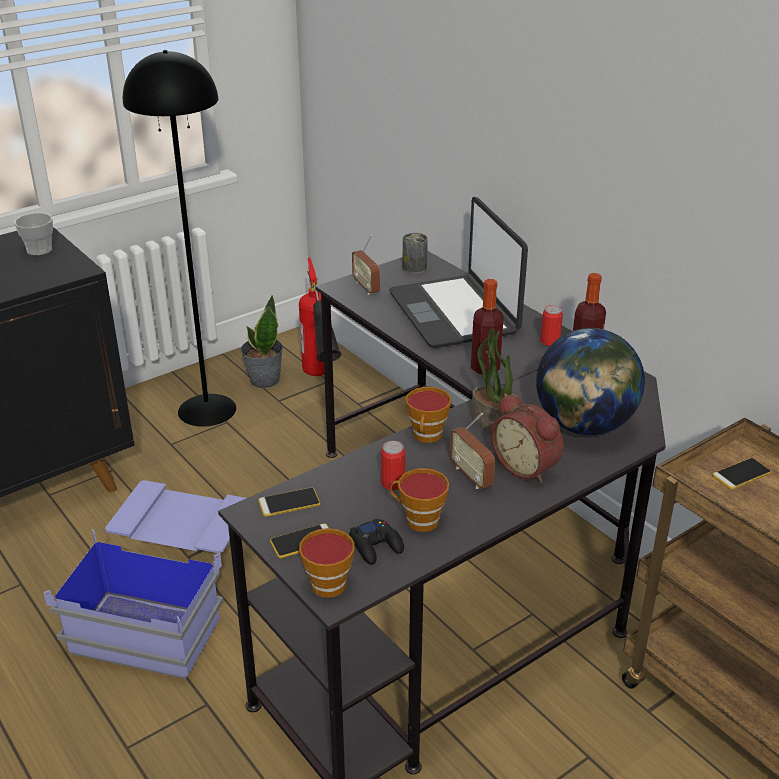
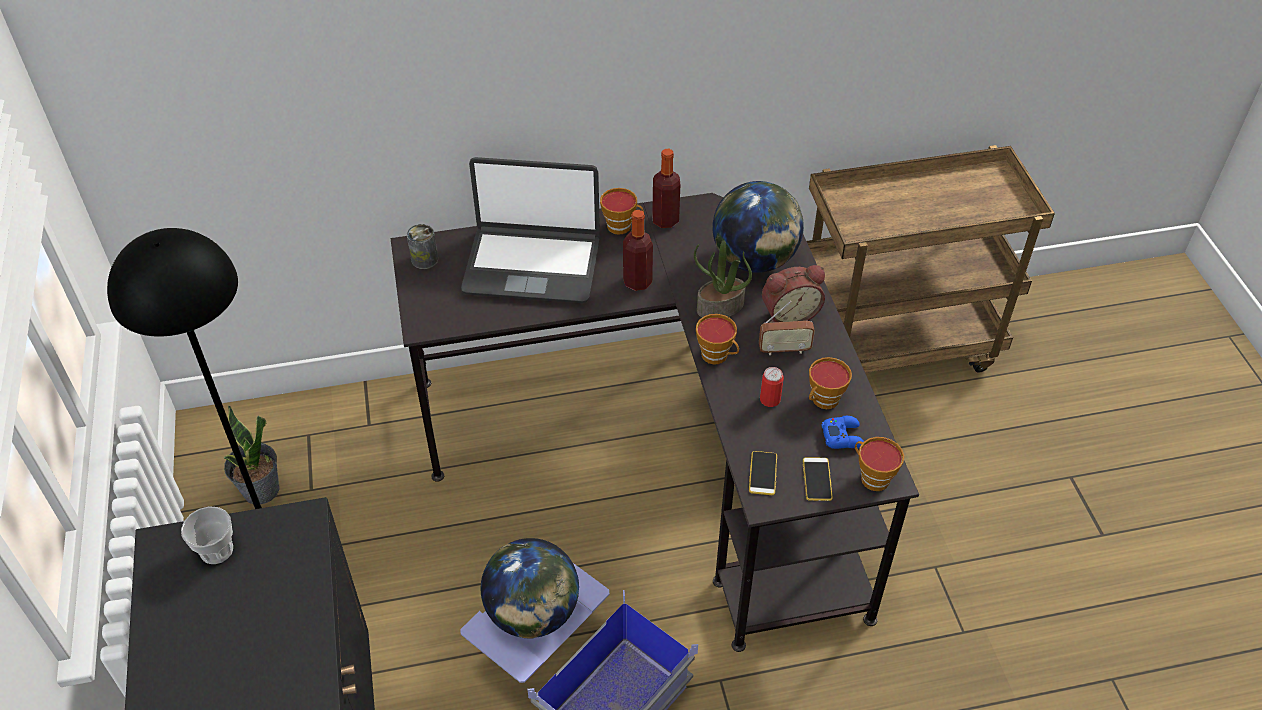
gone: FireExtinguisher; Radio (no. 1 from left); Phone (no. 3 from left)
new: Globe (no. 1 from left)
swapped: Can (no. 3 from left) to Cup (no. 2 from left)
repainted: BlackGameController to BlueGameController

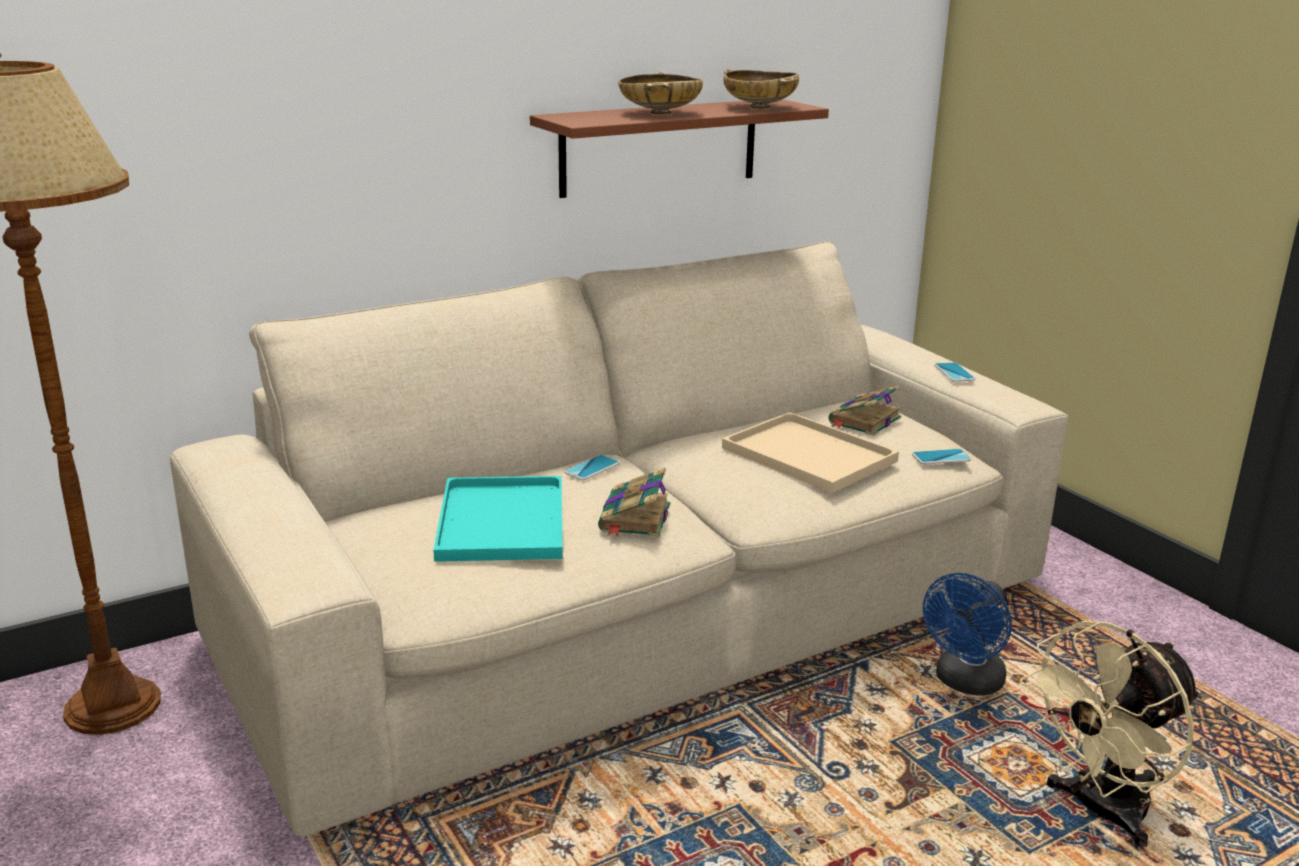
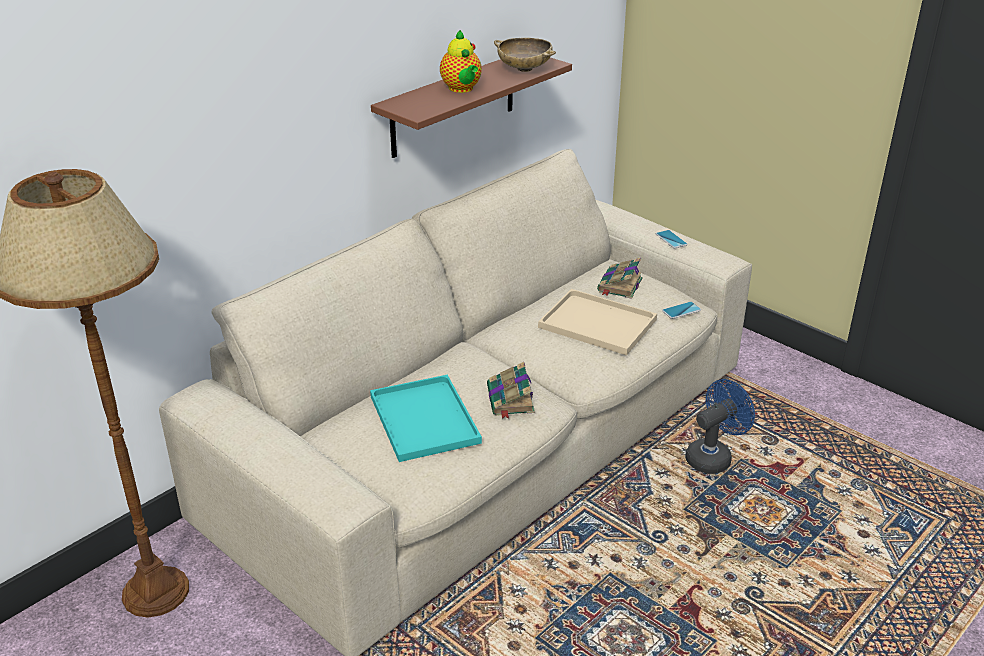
gone: Phone (no. 1 from left); BeigeFan
swapped: BeigeBowl (no. 1 from left) to Teapot
rotated: BlueFan 150 degrees counterclockwise

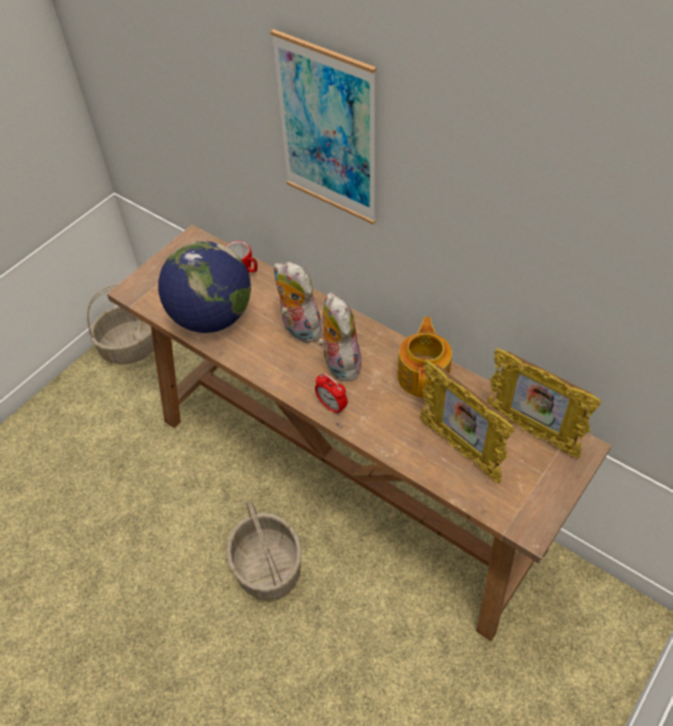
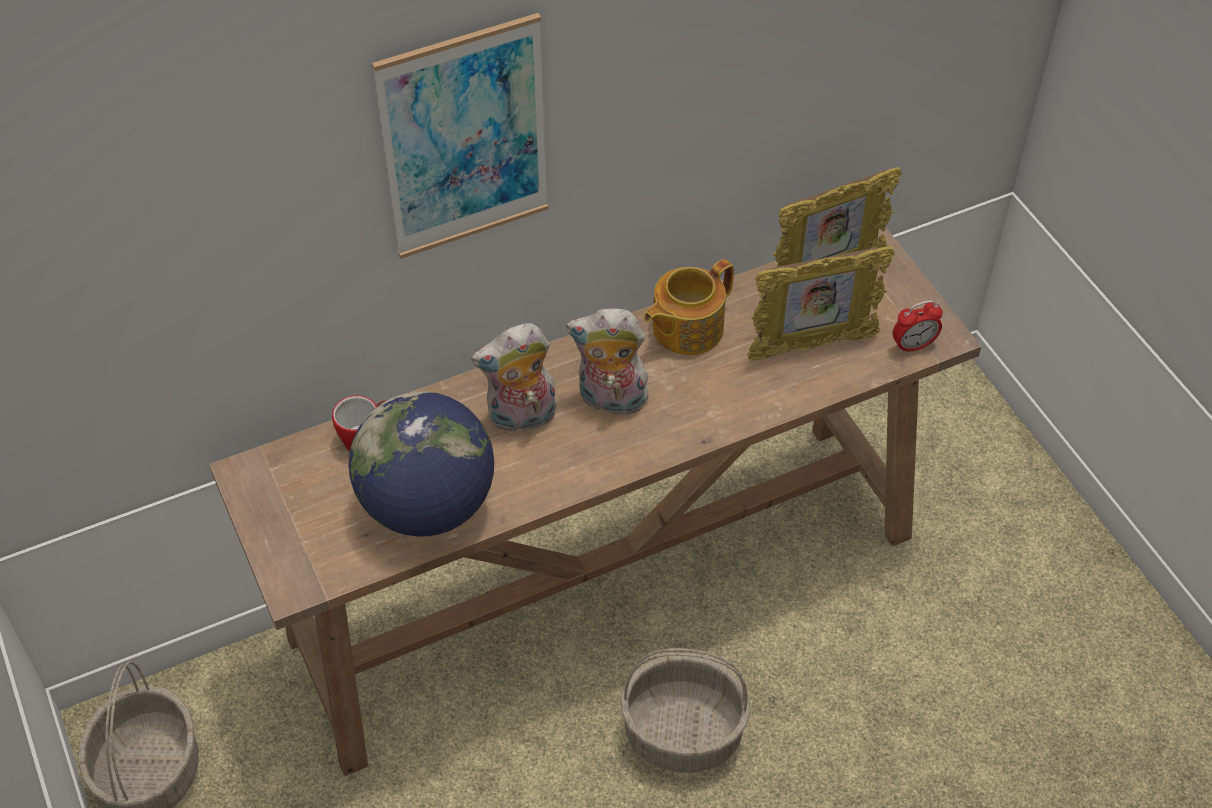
shifted: AlarmClock
rotated: Teapot 75 degrees counterclockwise

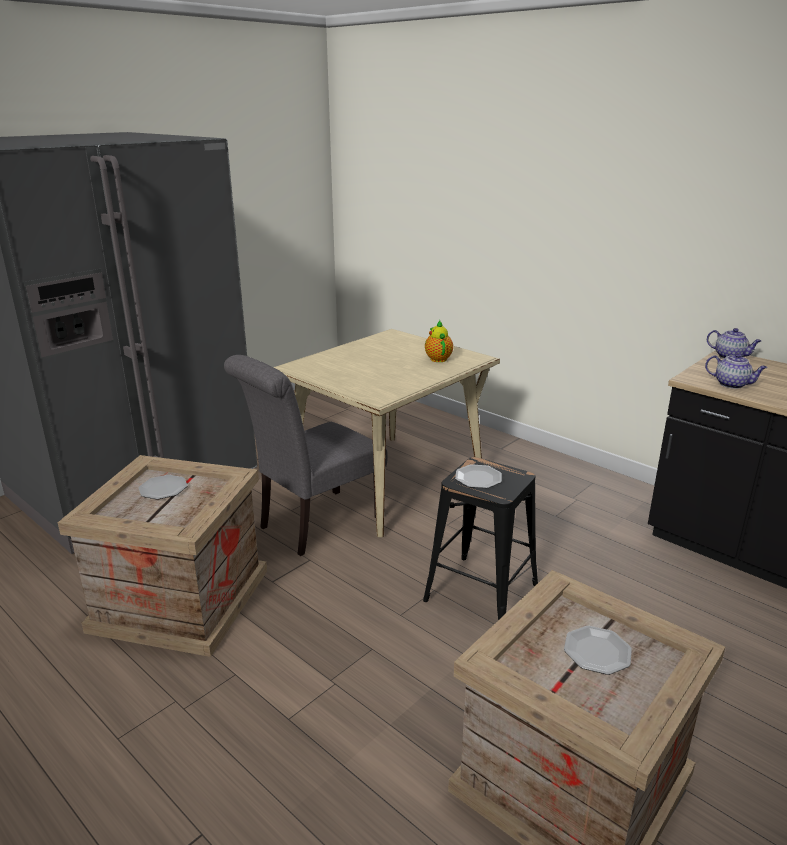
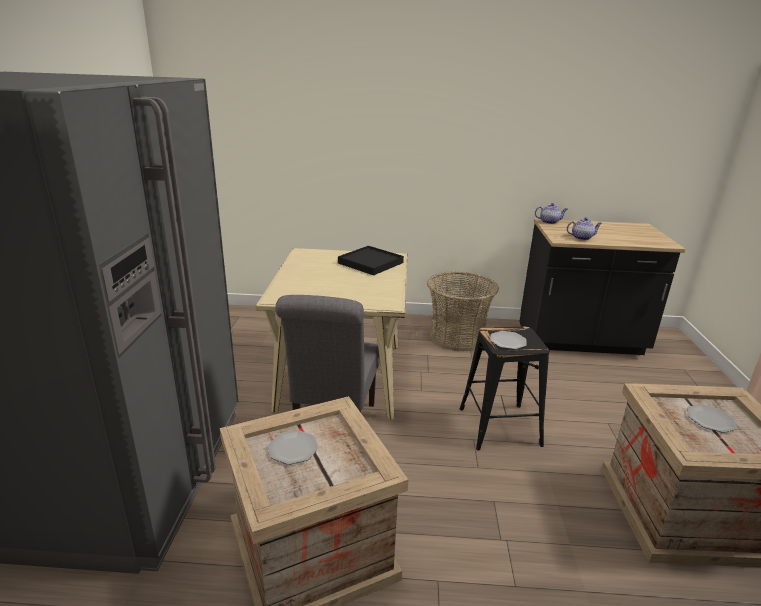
new: Basket
swapped: Teapot (no. 1 from left) to BlackTray

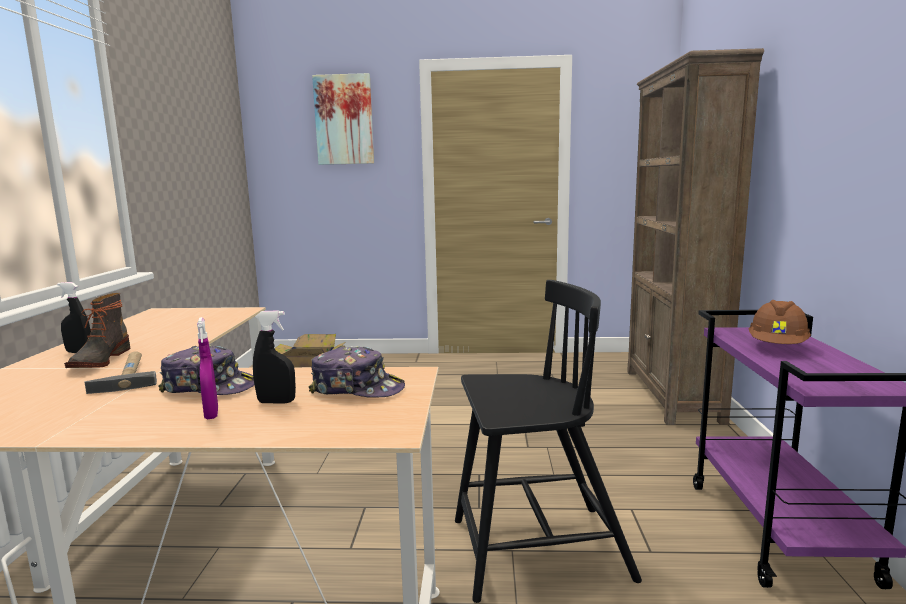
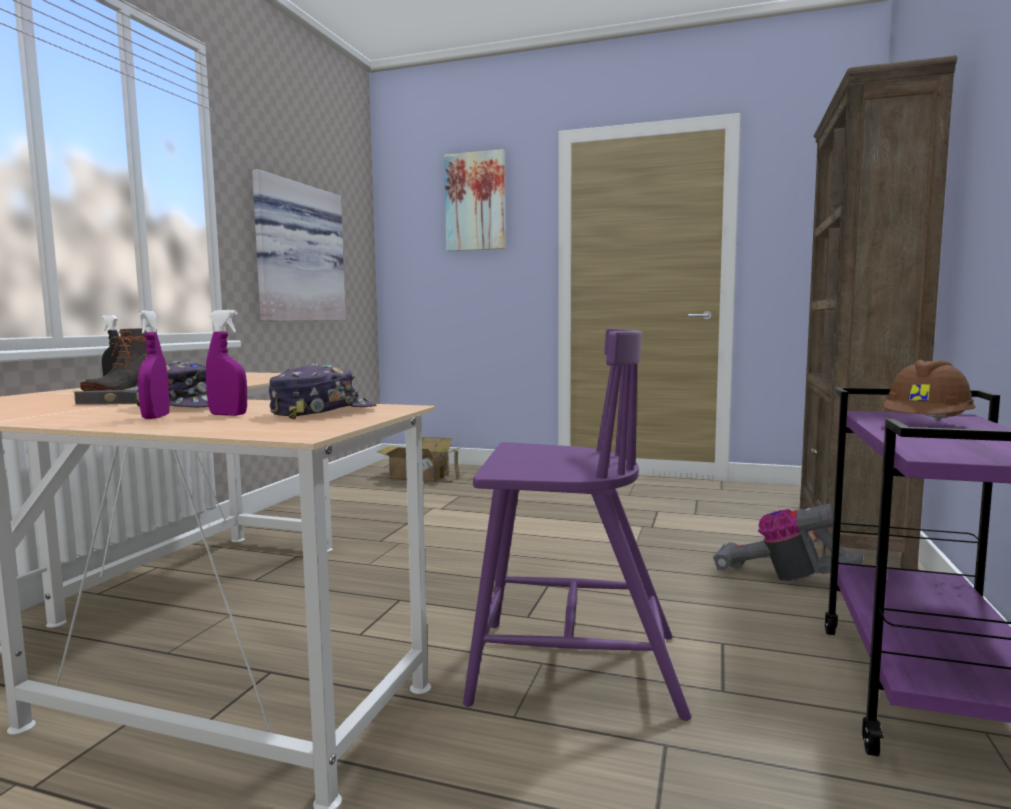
new: Picture (no. 1 from left); VacuumCleaner
repainted: BlackSprayBottle (no. 2 from left) to PurpleSprayBottle (no. 2 from left); BlackChair to PurpleChair
rotated: Cap (no. 2 from left) 75 degrees counterclockwise

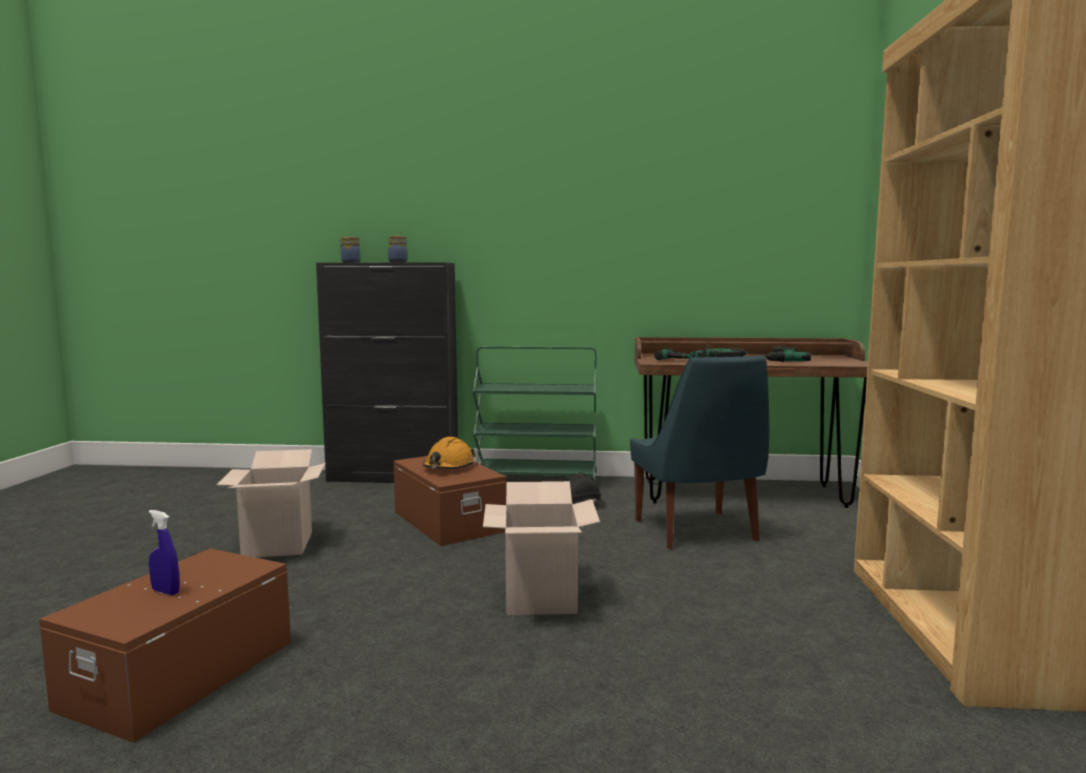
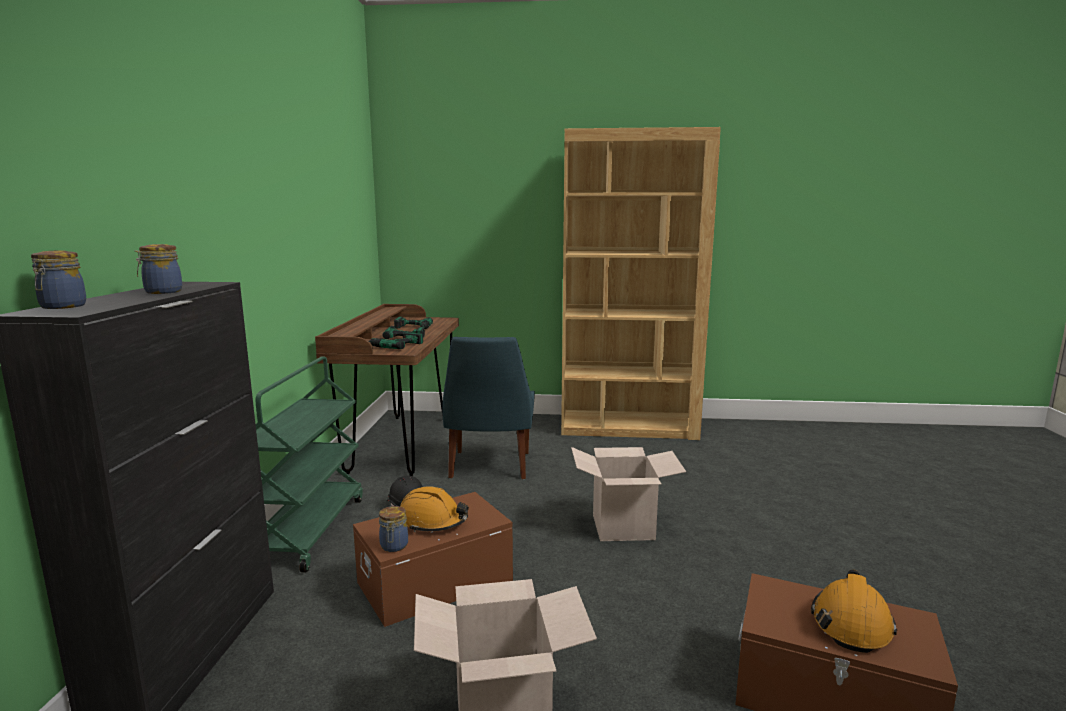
new: Jar (no. 3 from left)
swapped: BlueSprayBottle to OrangeHardHat (no. 2 from left)
rotated: BlueChair 105 degrees clockwise

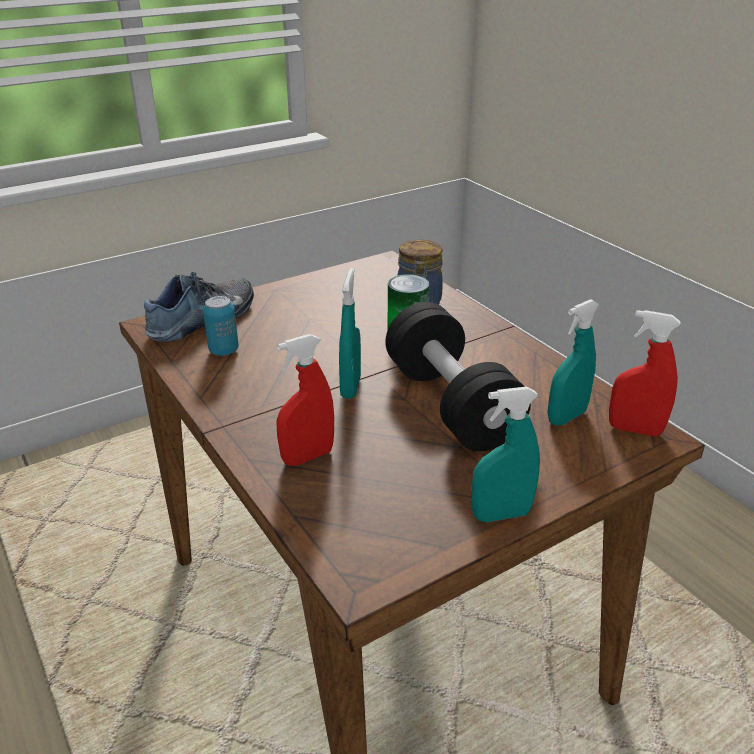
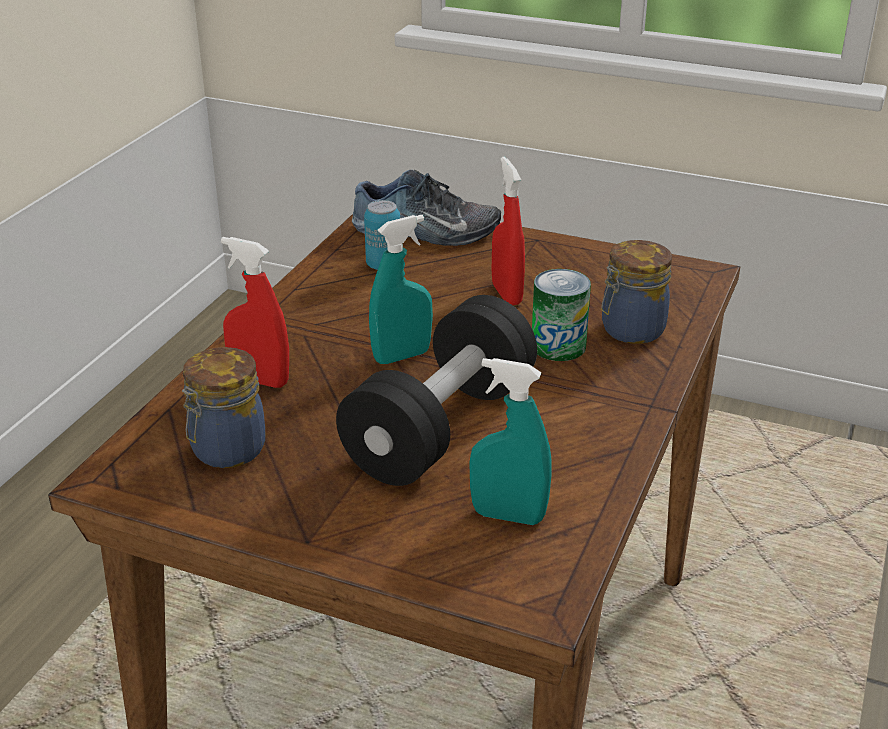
gone: TurquoiseSprayBottle (no. 2 from left)
new: Jar (no. 1 from left)
shifted: RedSprayBottle (no. 2 from left)

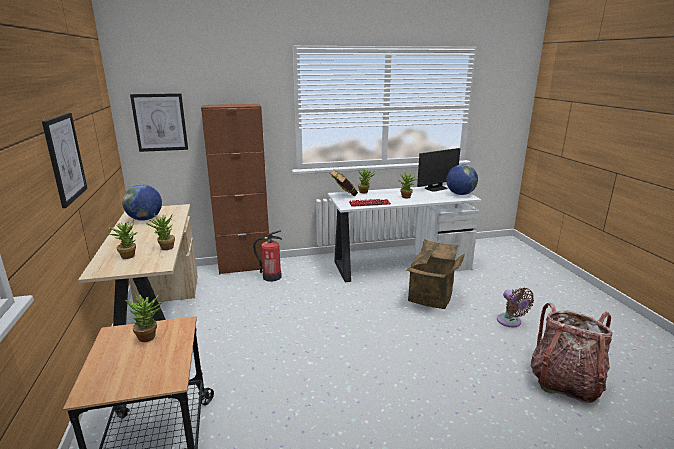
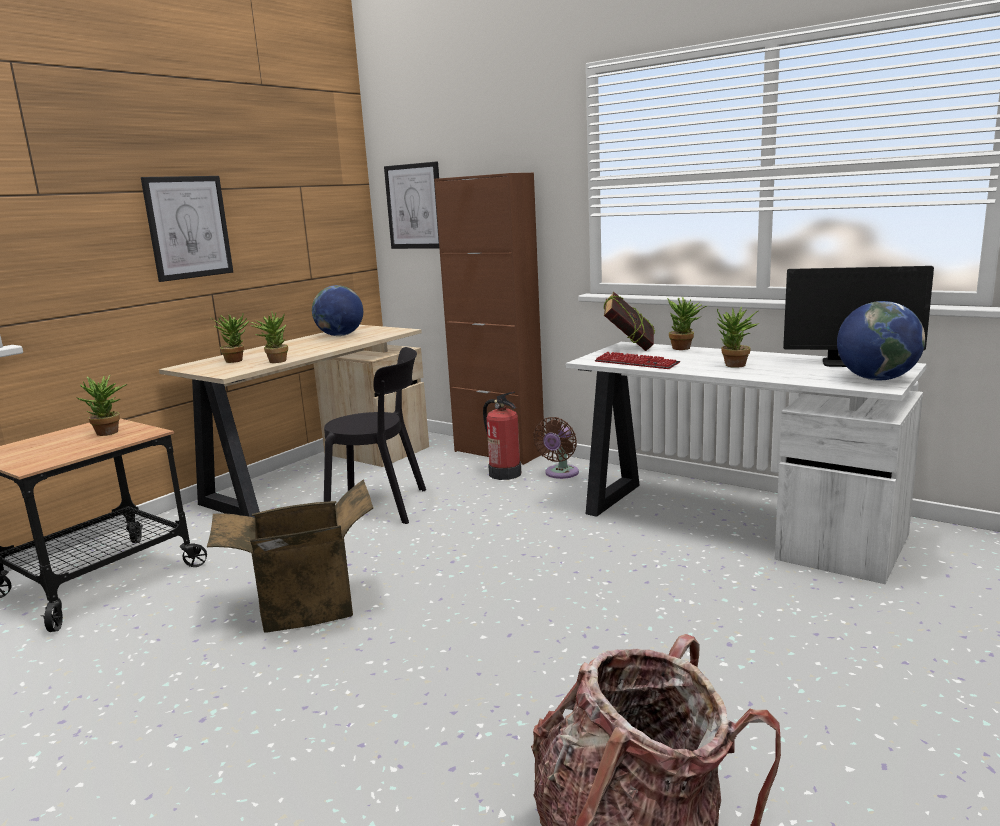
new: BlackChair
shifted: CardboardBox; BrownFan

